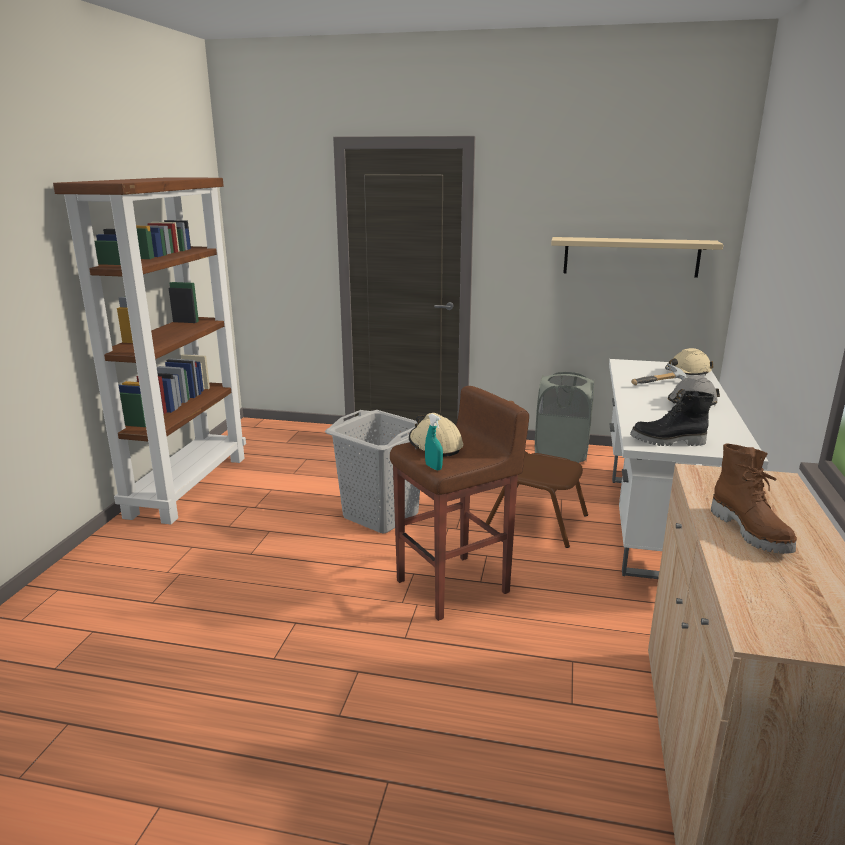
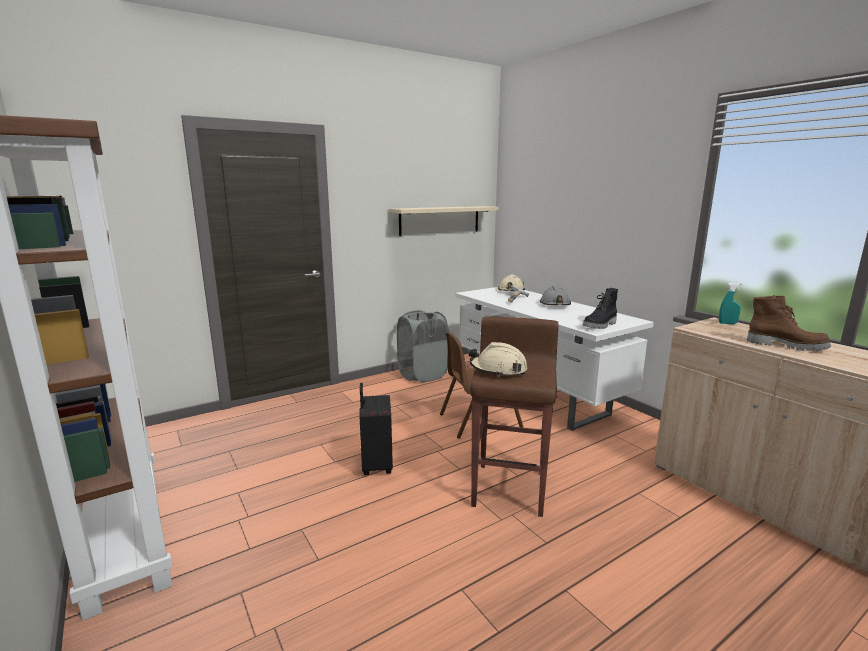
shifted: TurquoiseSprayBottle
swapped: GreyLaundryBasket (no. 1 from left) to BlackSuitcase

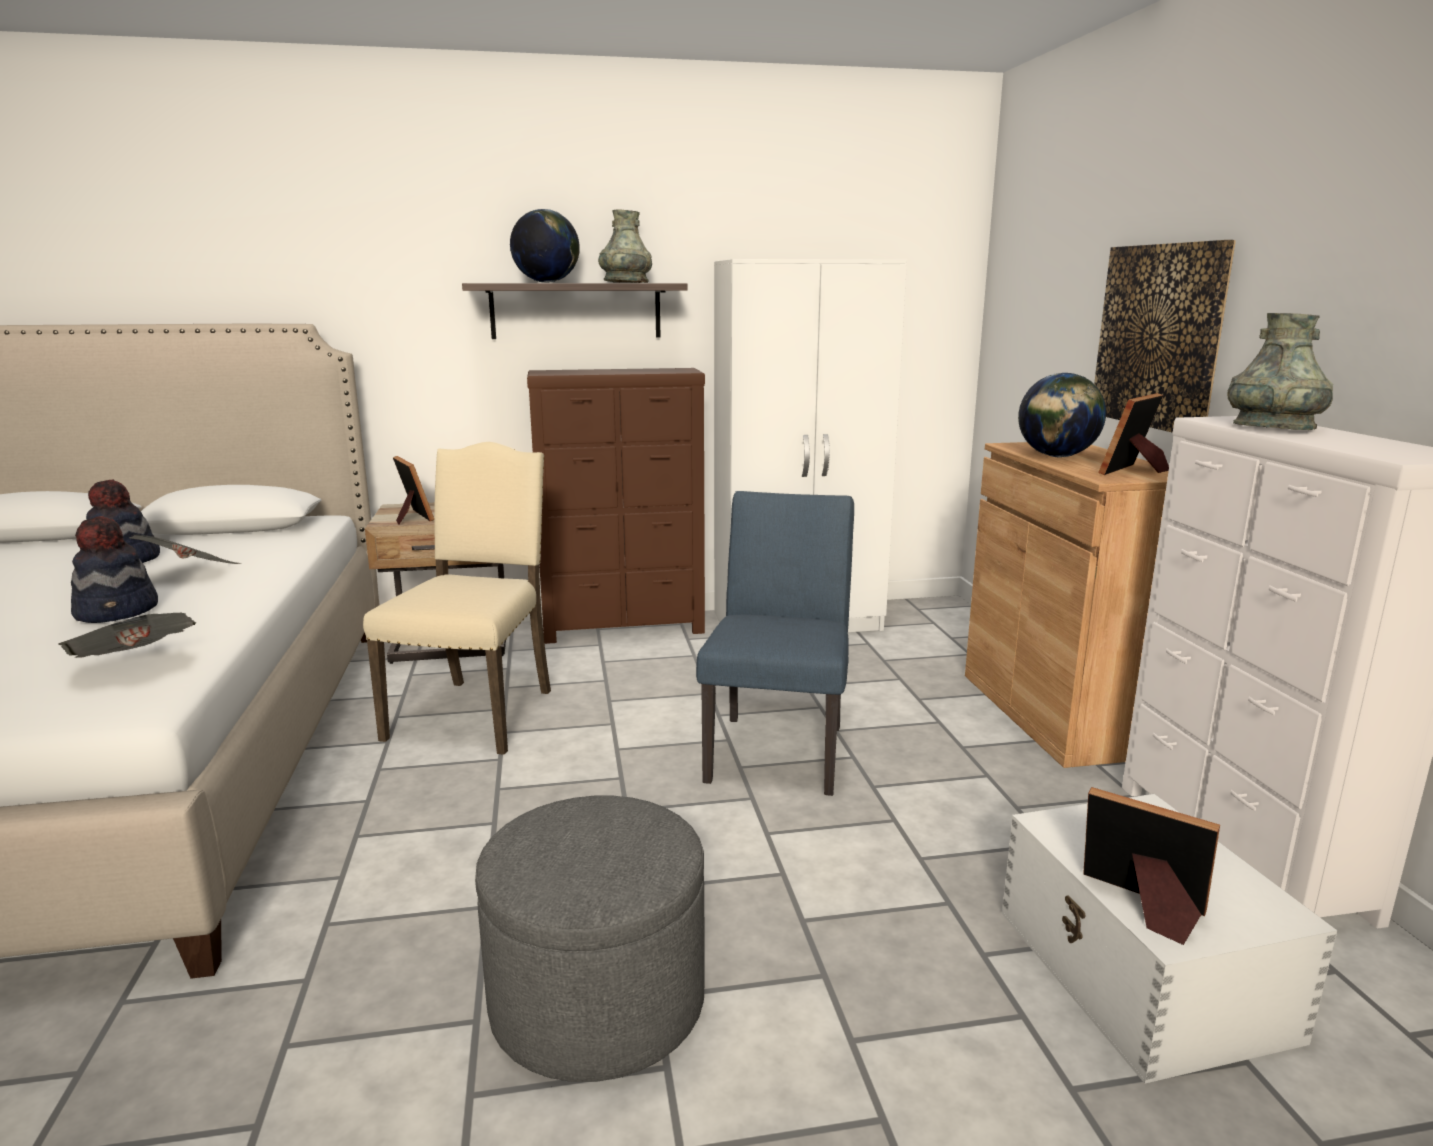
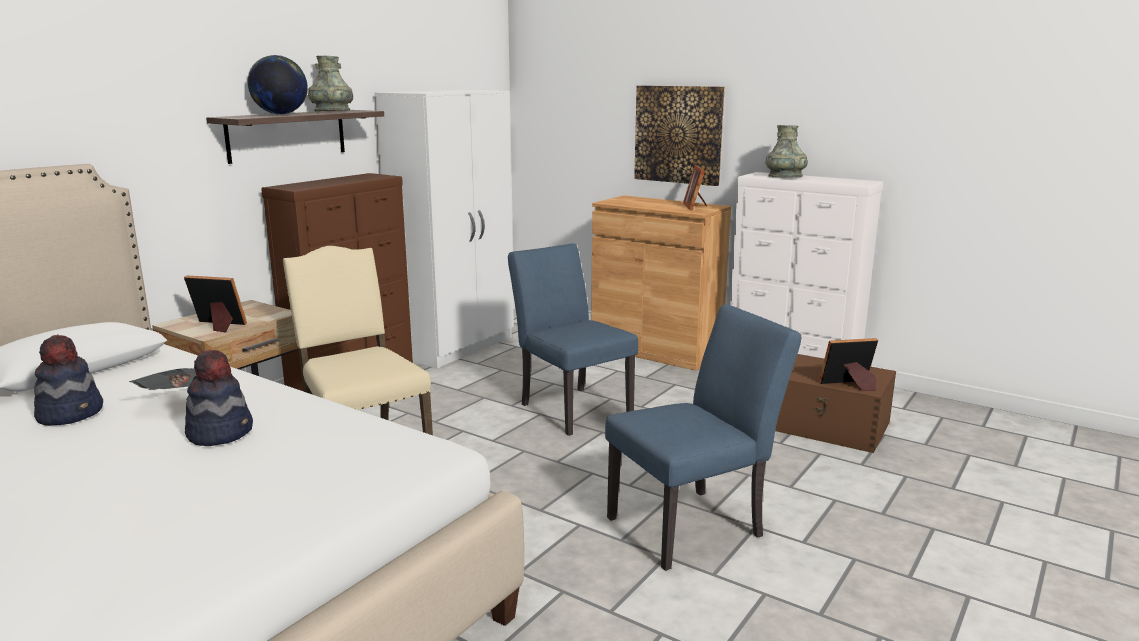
gone: Newspaper (no. 1 from left); Globe (no. 2 from left)
swapped: GreyOttoman to BlueChair (no. 2 from left)
repainted: WhiteStorageBox to BrownStorageBox

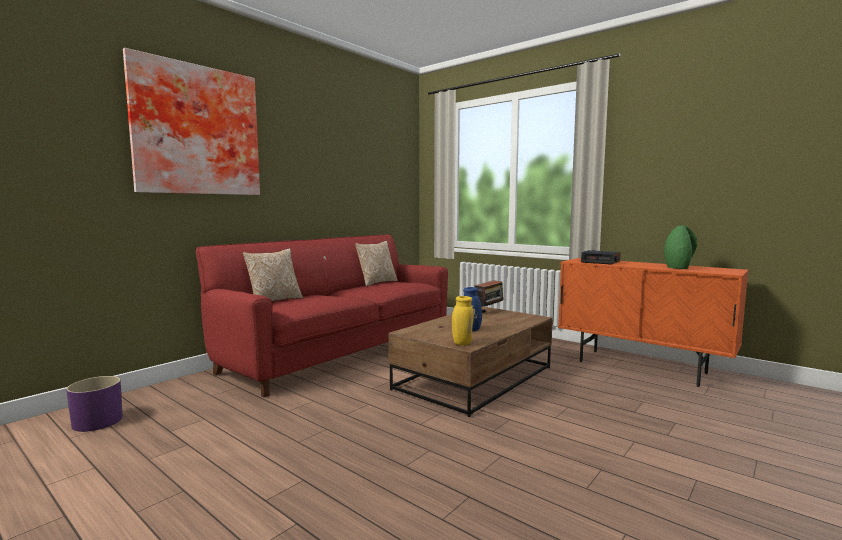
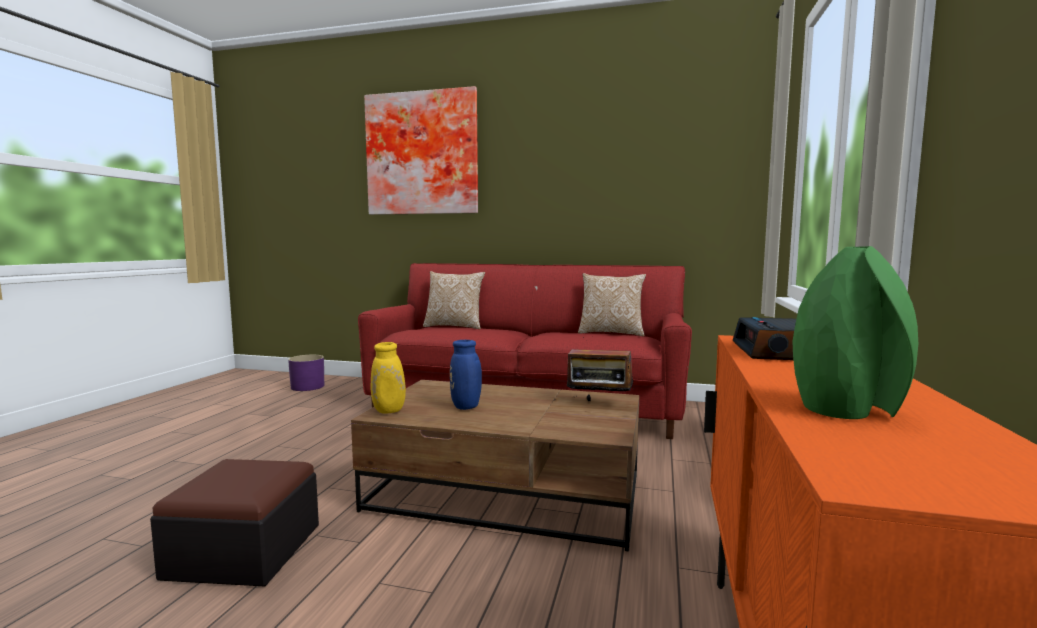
new: Ottoman

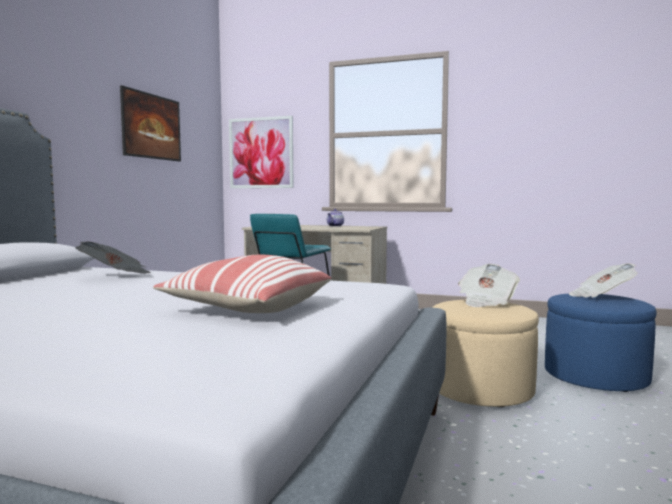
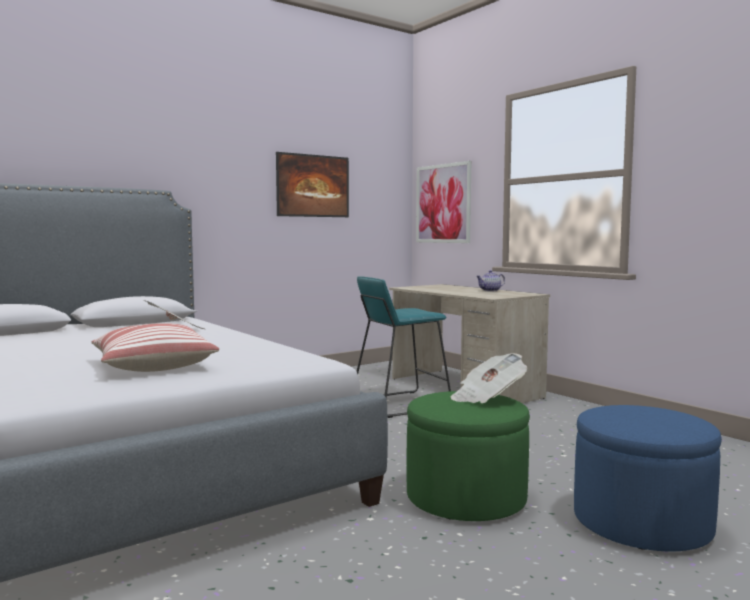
gone: Newspaper (no. 3 from left)
repainted: BeigeOttoman to GreenOttoman

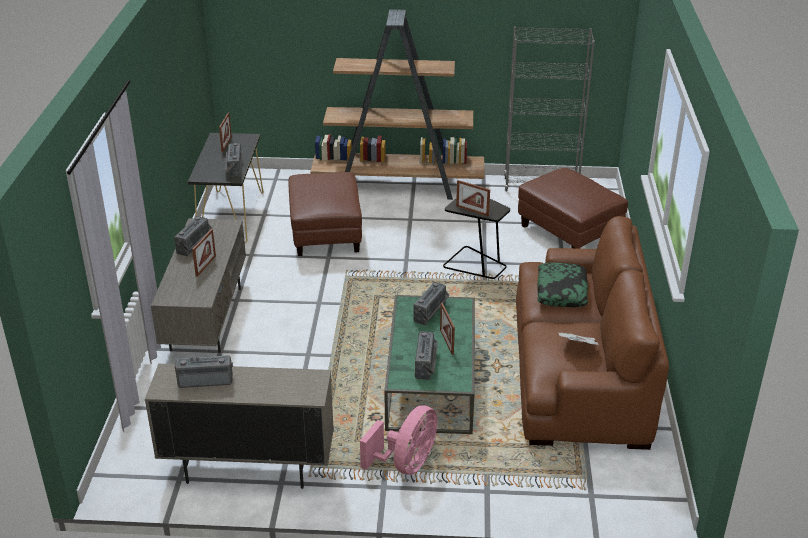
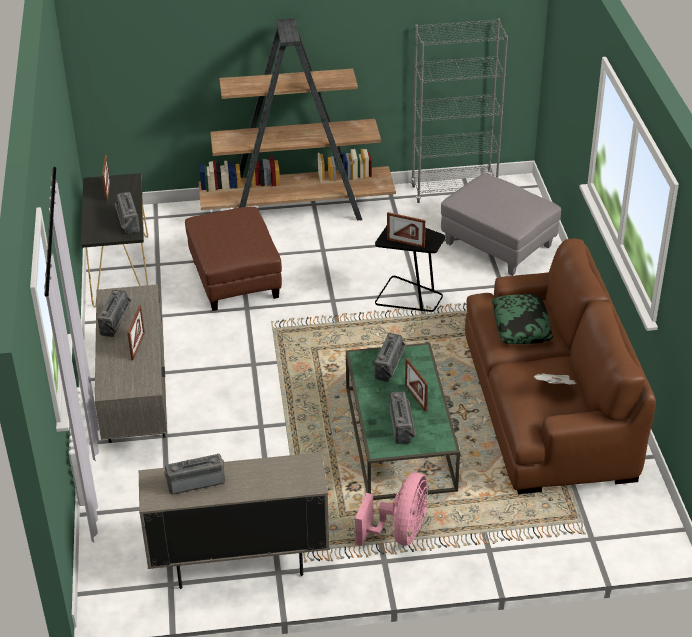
repainted: BrownOttoman (no. 2 from left) to GreyOttoman

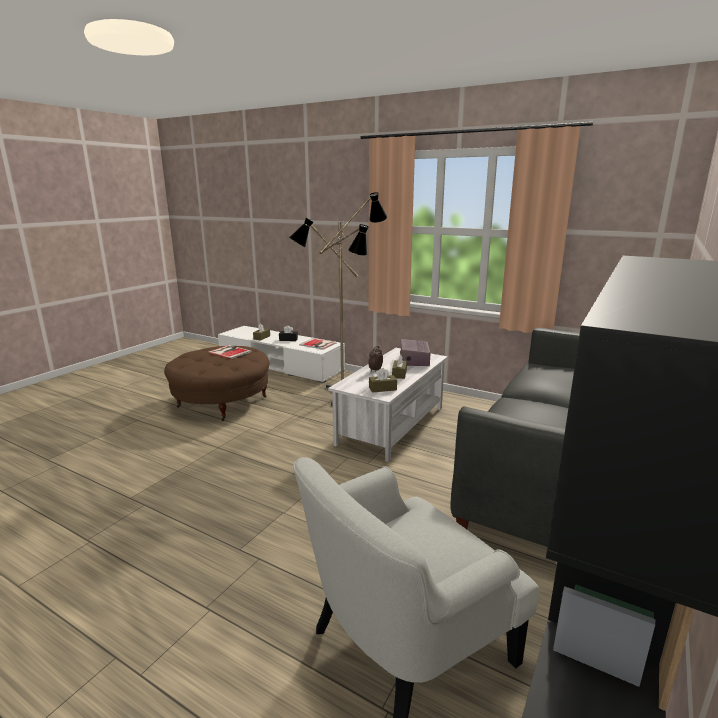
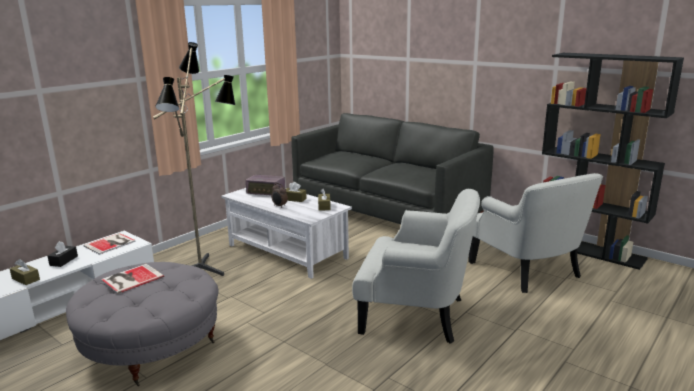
new: WhiteArmchair (no. 1 from left)
repainted: BrownOttoman to GreyOttoman

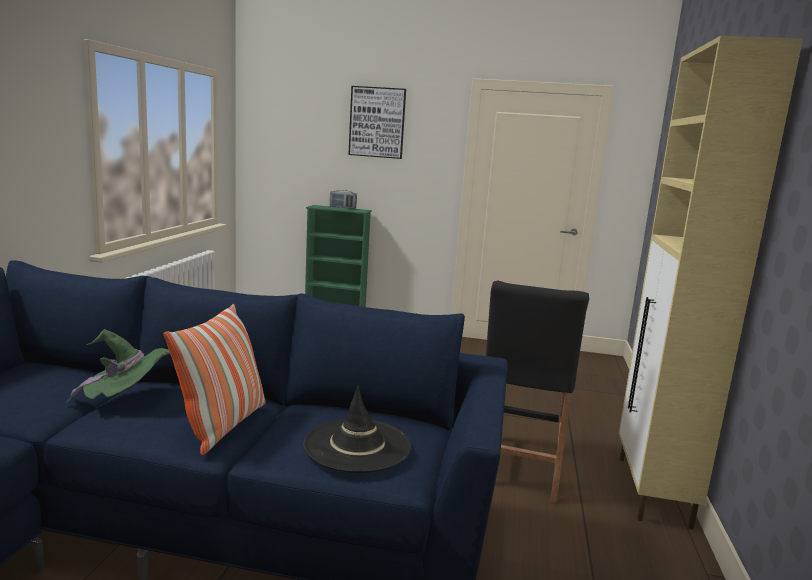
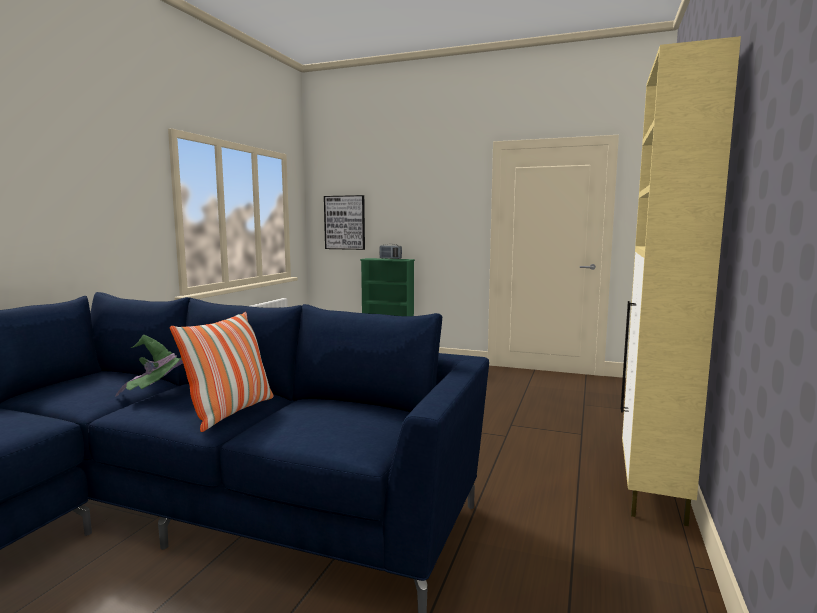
gone: BlackHat; BlackStool
shifted: Picture

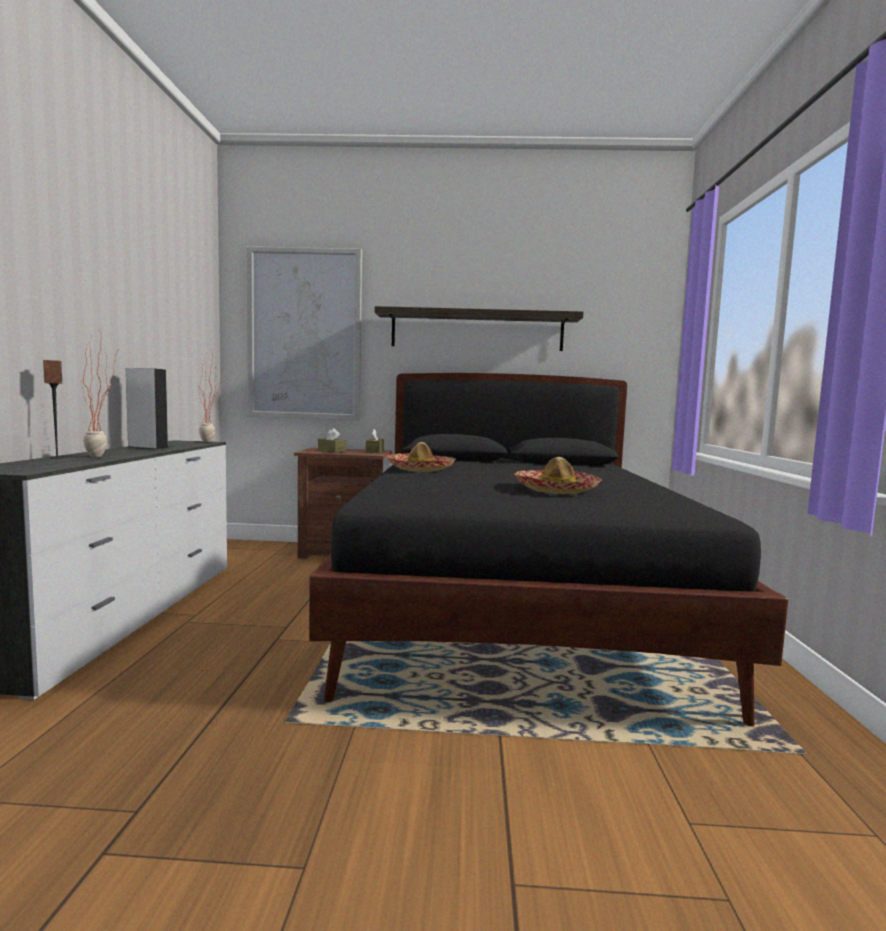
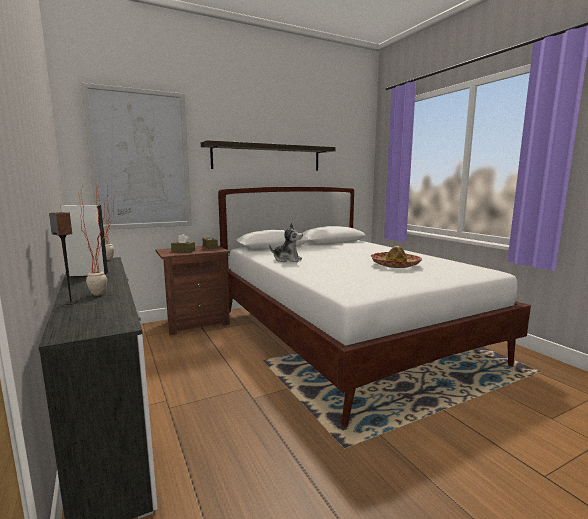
swapped: Hat (no. 1 from left) to PlushToy
repainted: BlackBed to WhiteBed

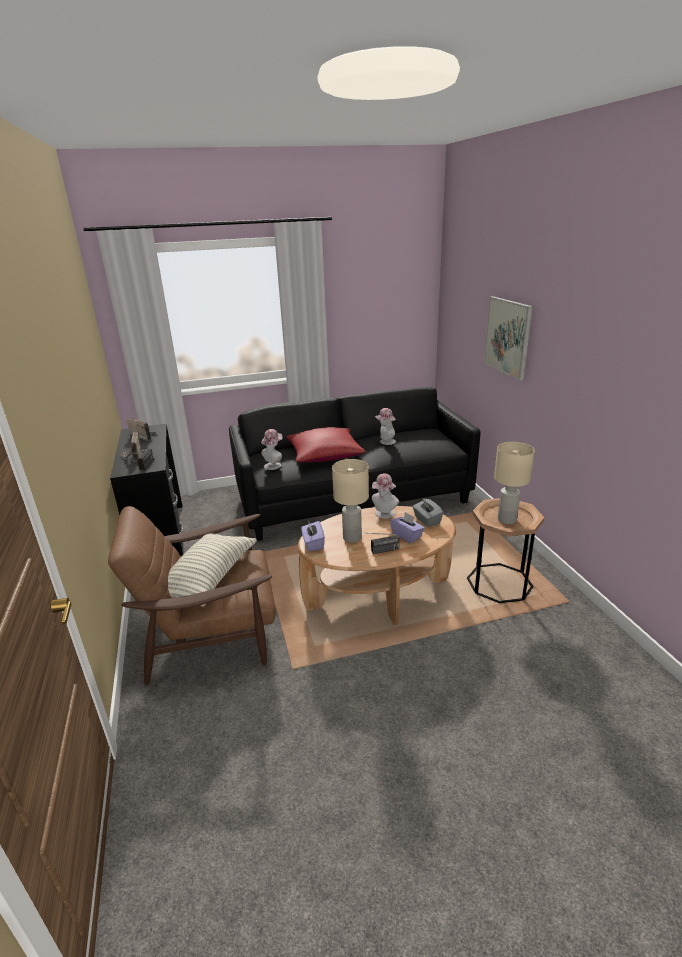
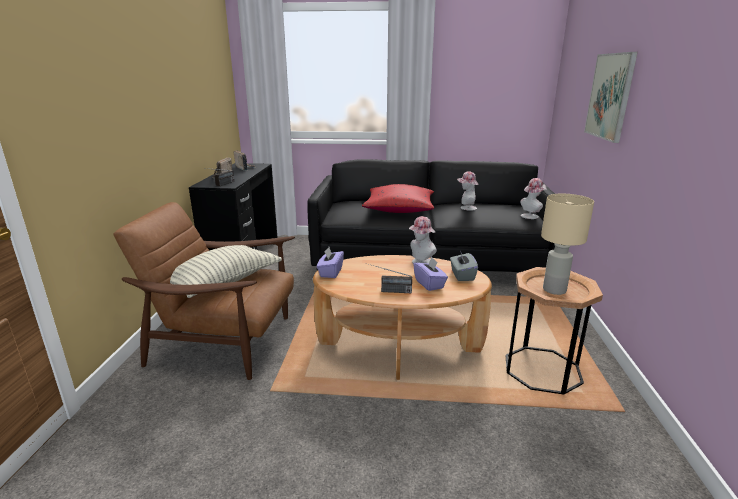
gone: BeigeTableLamp (no. 1 from left)
shifted: Hat (no. 1 from left in the first image) to Hat (no. 3 from left)

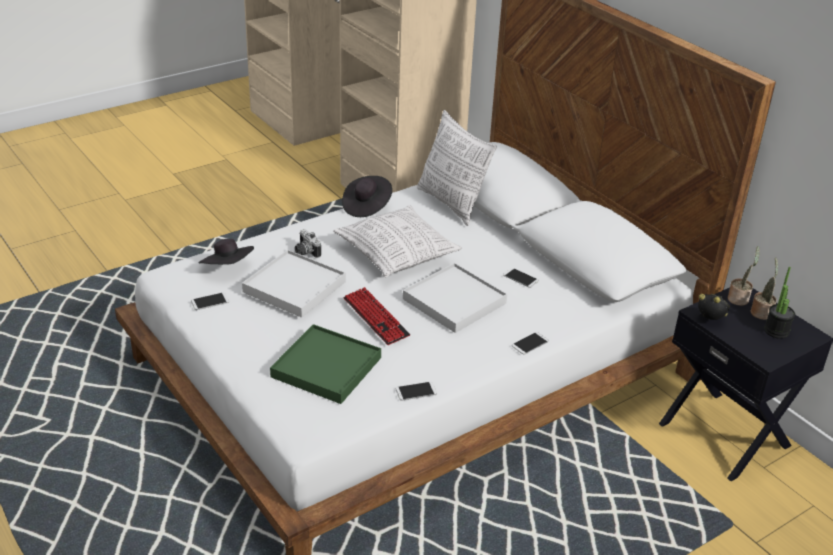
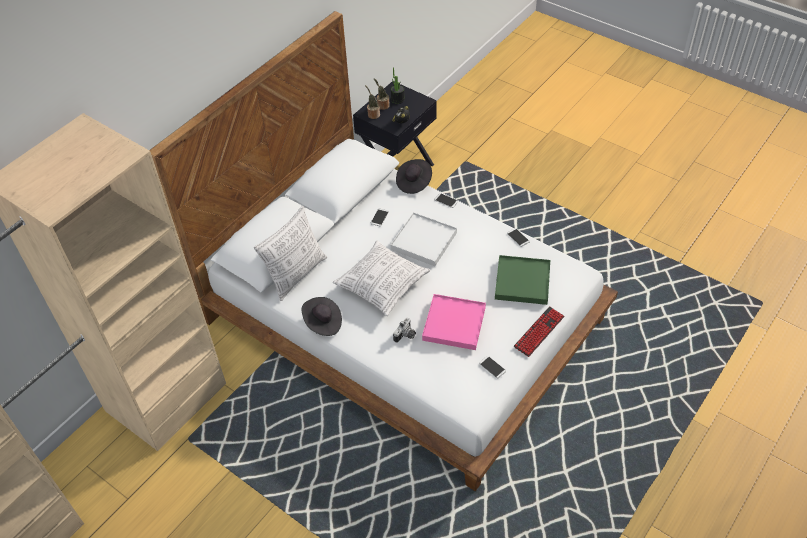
shifted: BlackHat (no. 1 from left in the first image) to BlackHat (no. 2 from left); Keyboard
repainted: WhiteTray (no. 1 from left) to PinkTray

